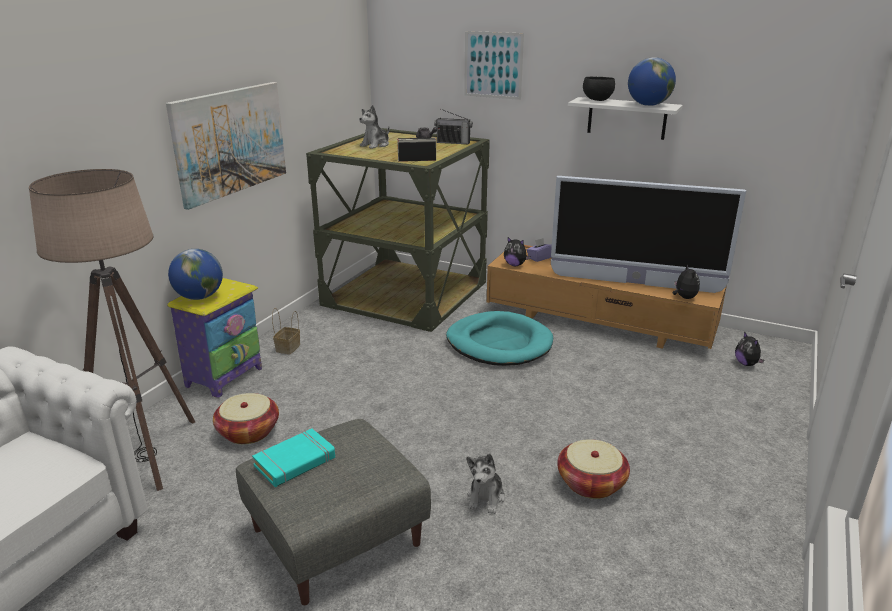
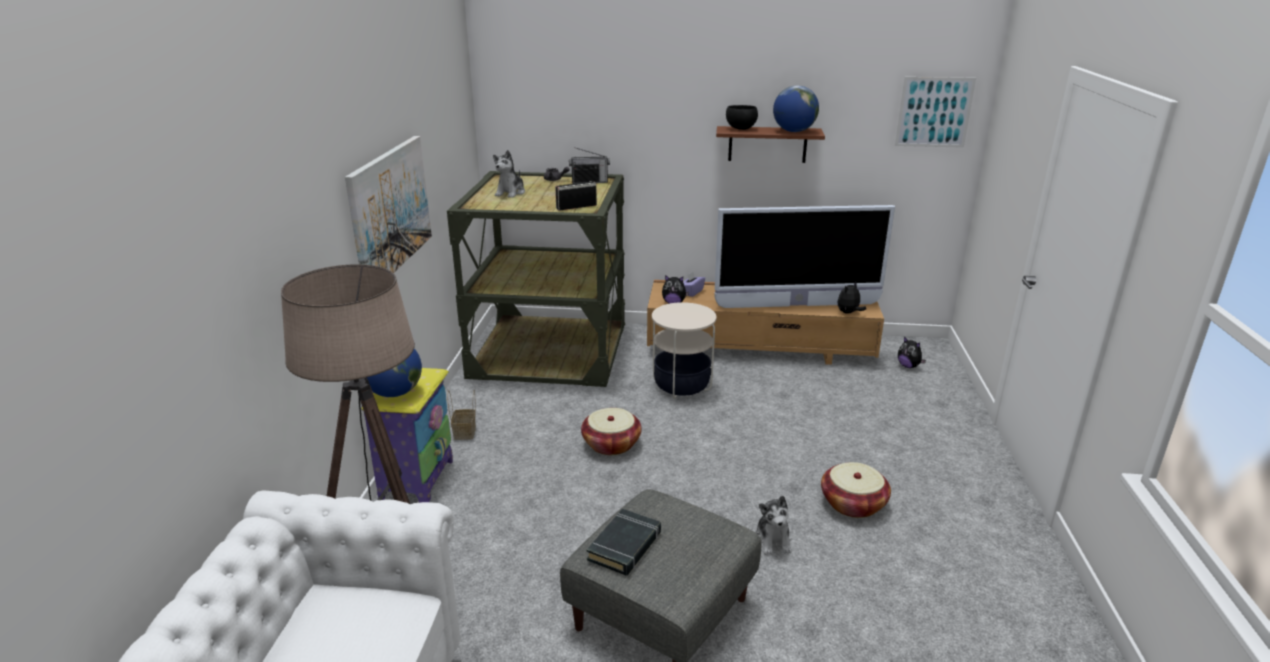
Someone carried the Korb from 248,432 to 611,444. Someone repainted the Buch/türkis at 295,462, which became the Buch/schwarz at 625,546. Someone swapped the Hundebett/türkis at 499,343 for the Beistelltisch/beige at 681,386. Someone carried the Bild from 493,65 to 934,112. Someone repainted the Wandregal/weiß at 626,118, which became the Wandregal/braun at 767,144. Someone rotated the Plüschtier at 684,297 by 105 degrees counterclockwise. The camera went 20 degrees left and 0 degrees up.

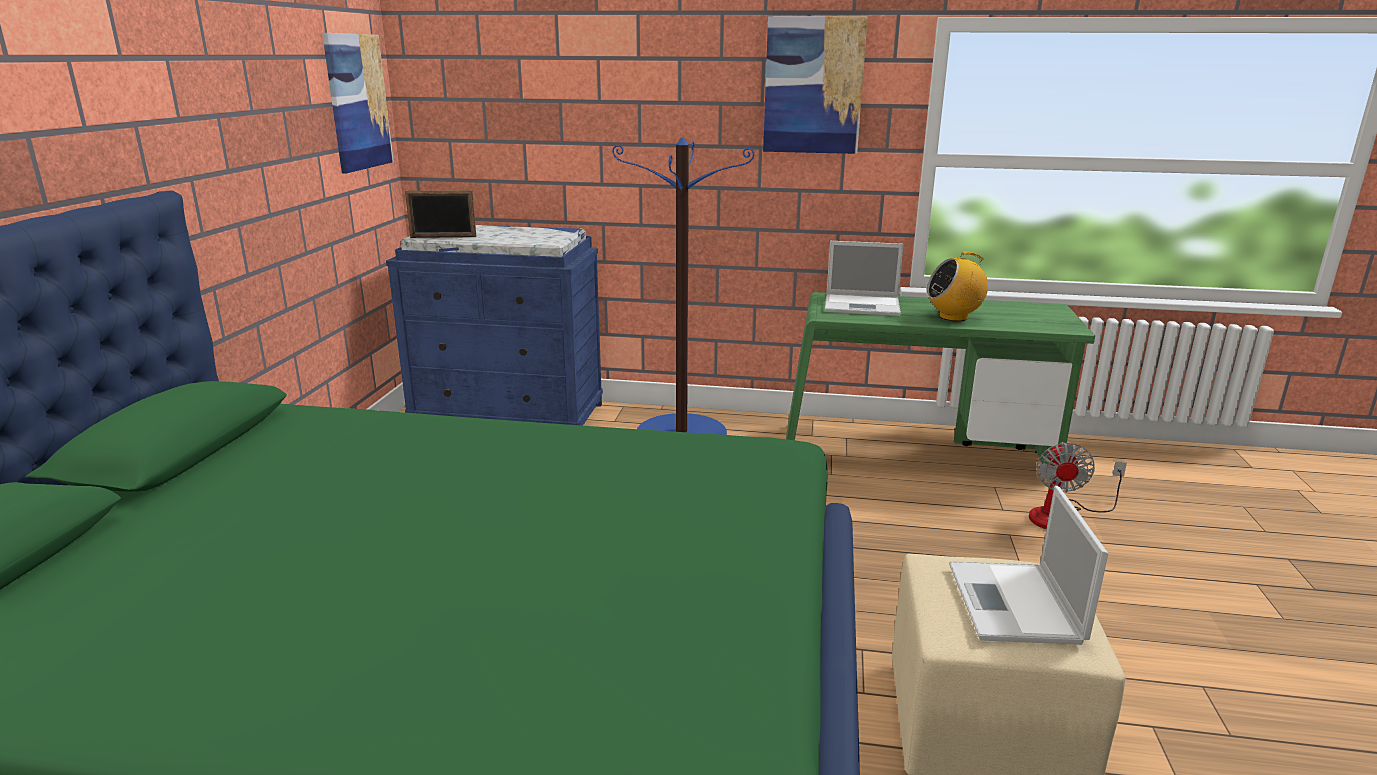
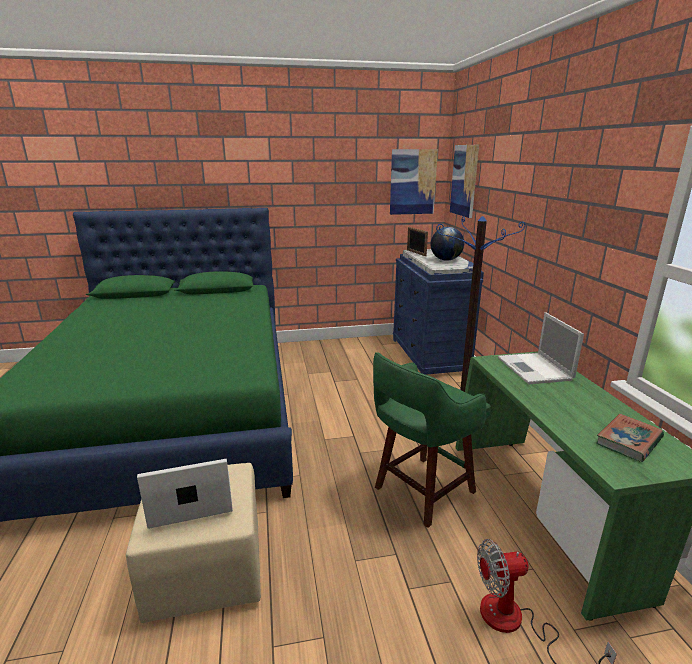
Someone carried the Bild from 813,86 to 464,180. Someone took away the Radio at 953,317. Someone put down the Hocker/grün at 421,492. Someone put down the Globus at 446,260. Someone put down the Buch at 628,441. The camera went 70 degrees right and 0 degrees up.

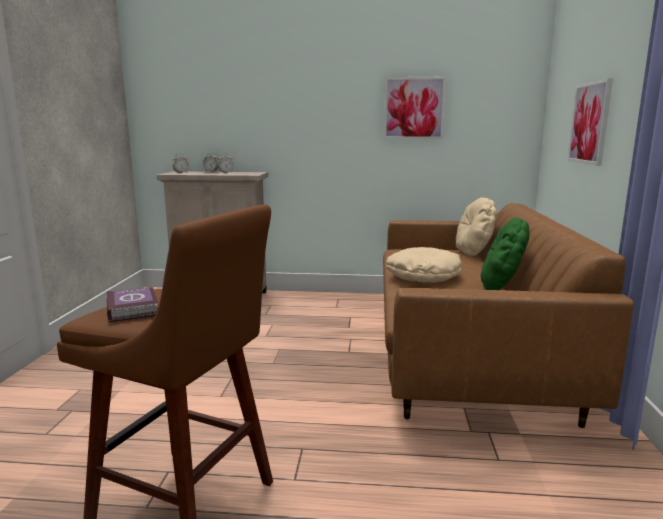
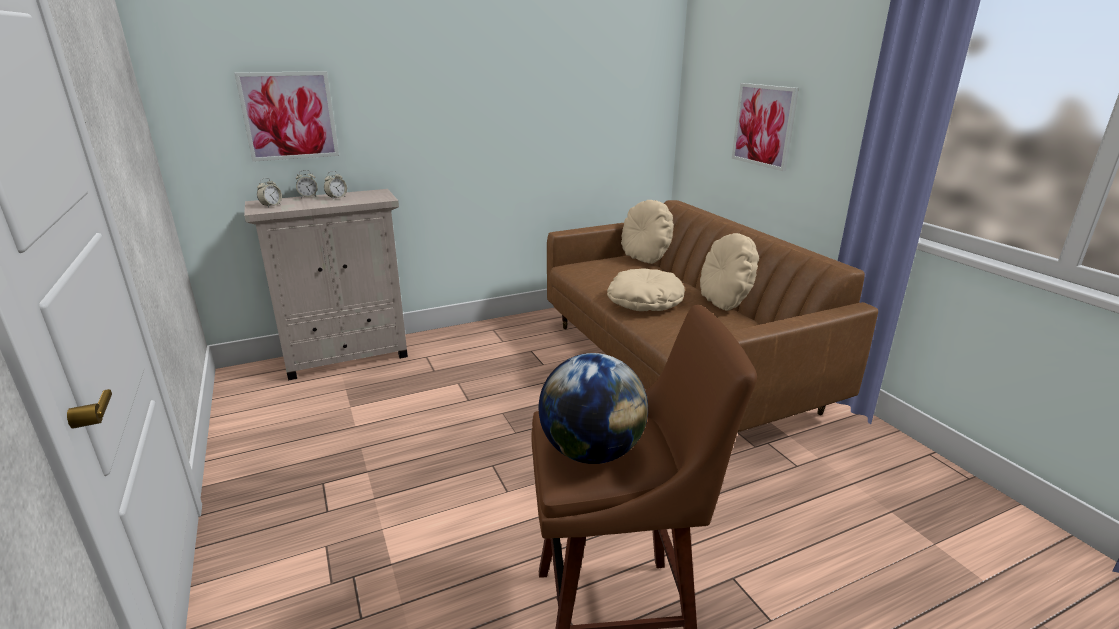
Someone swapped the Buch at 134,309 for the Globus at 591,452. Someone carried the Bild from 414,108 to 289,116. Someone repainted the Kissen/grün at 501,289, which became the Kissen/beige at 724,303. The camera went 30 degrees left and 10 degrees up.

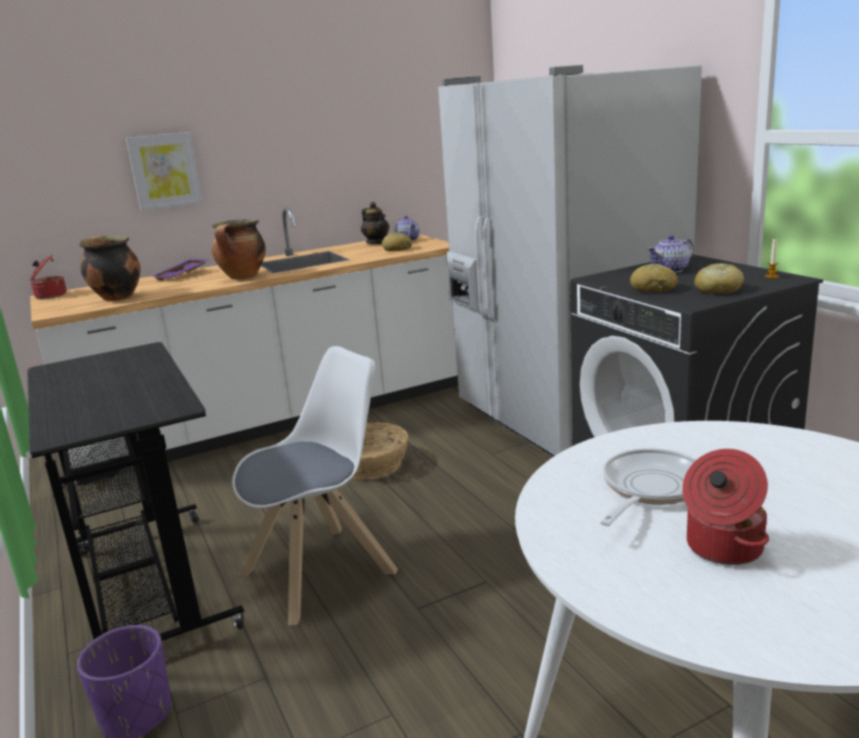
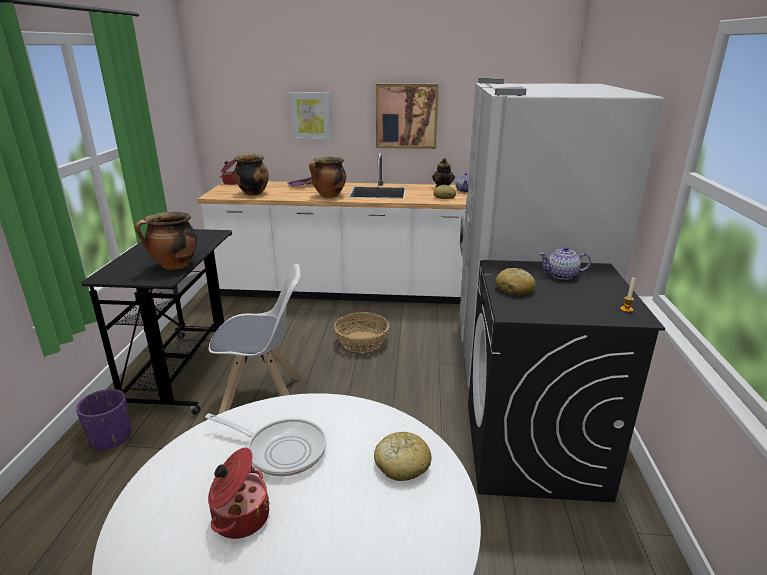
Someone rotated the Pfanne at 649,489 by 45 degrees clockwise. Someone carried the Brot from 718,289 to 401,464. Someone put down the Kochtopf at 174,266. Someone put up the Bild at 406,116. The camera went 30 degrees right and 5 degrees up.

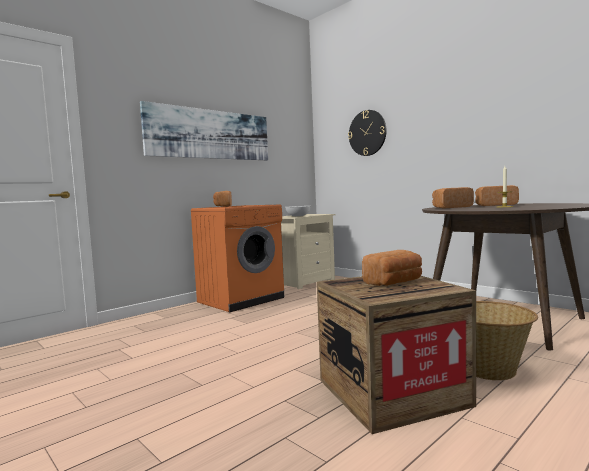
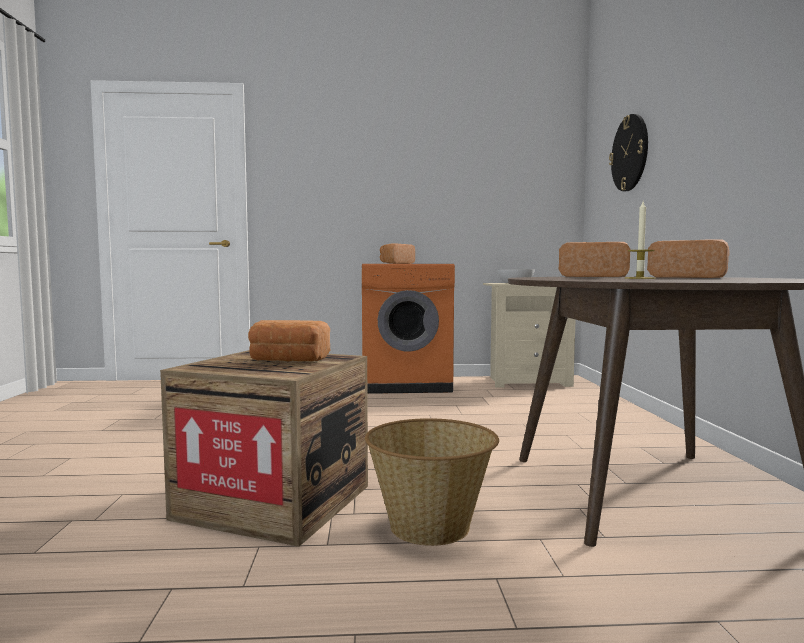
Someone took away the Bild at 210,134. The camera went 40 degrees right and 0 degrees up.

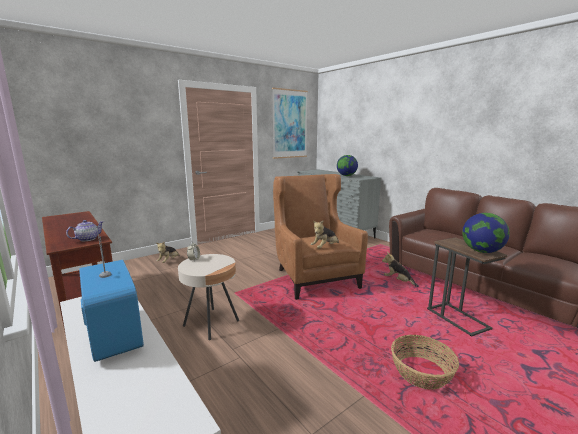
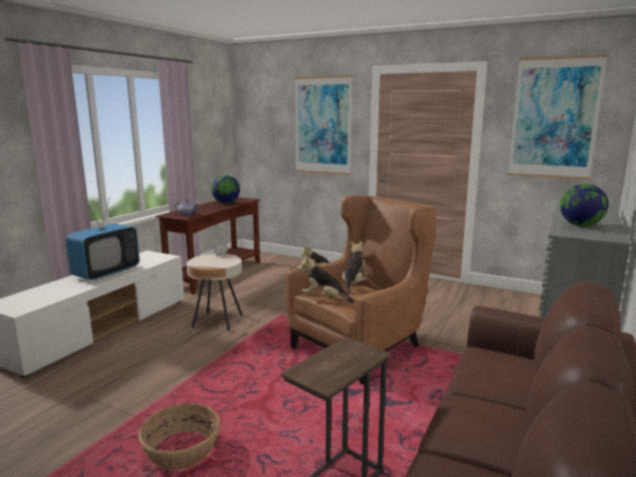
Someone carried the Plüschtier from 398,281 to 354,284. Someone carried the Globus from 482,251 to 226,203. Someone put up the Bild at 323,125. The camera went 65 degrees right and 0 degrees up.

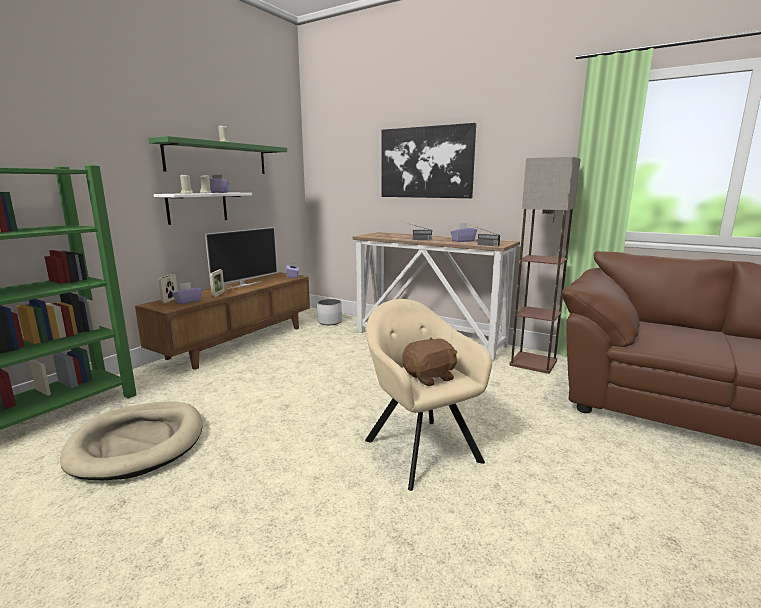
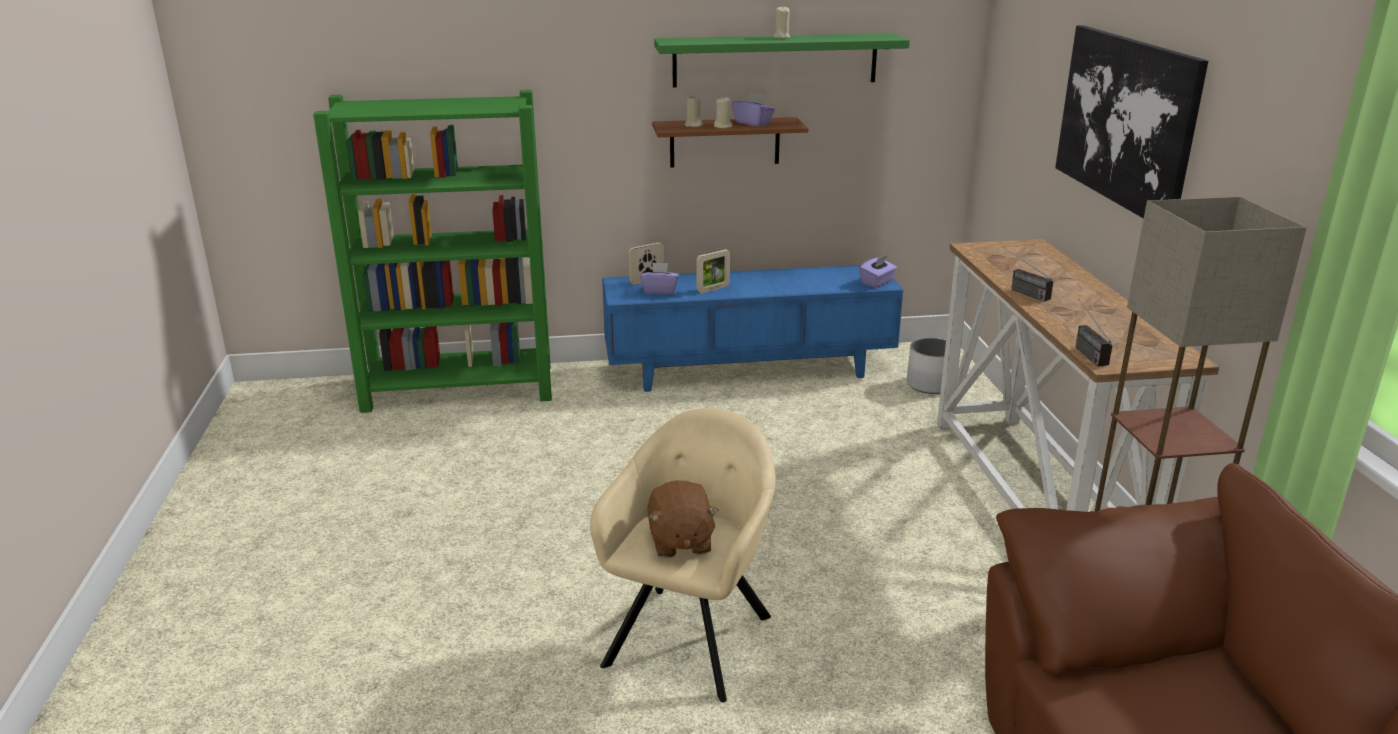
Someone took away the Hundebett/beige at 138,443. Someone repainted the Fernsehschrank/braun at 238,342, which became the Fernsehschrank/blau at 749,368. Someone repainted the Wandregal/weiß at 197,207, which became the Wandregal/braun at 724,142. Someone took away the Fernseher at 244,285. Someone rotated the Plüschtier/braun at 430,377 by 60 degrees clockwise. Someone took away the Taschentuchbox/lila at 463,241. The camera went 50 degrees right and 10 degrees up.

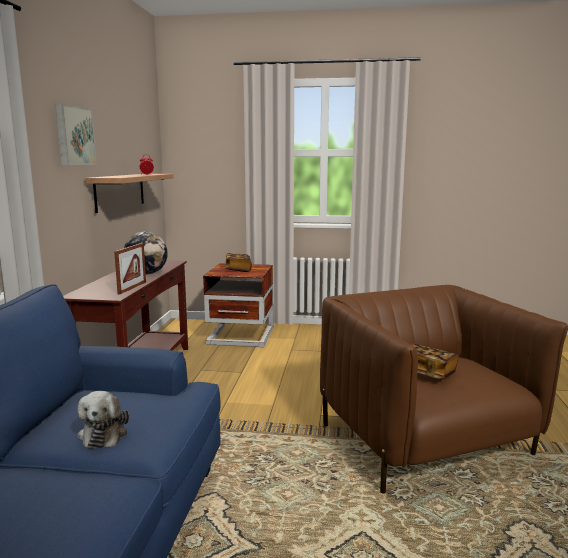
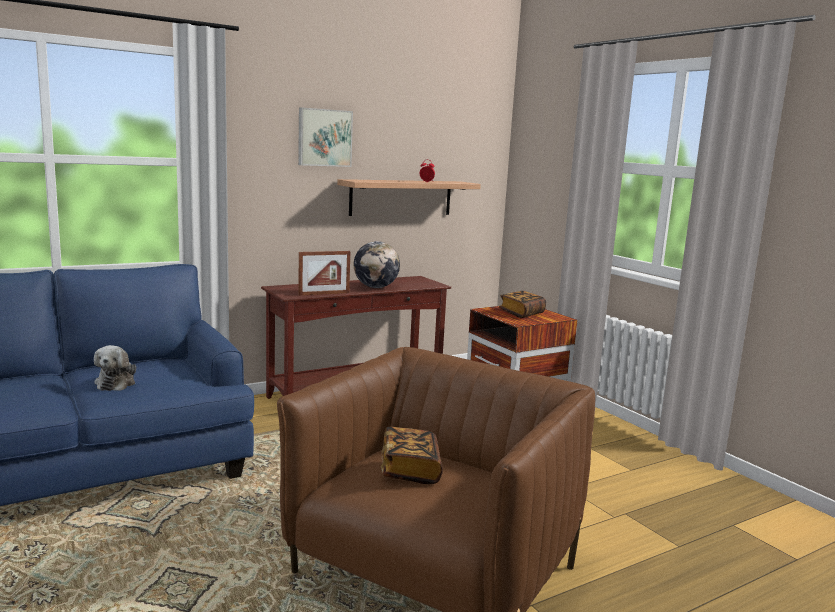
Someone rotated the Plüschtier at 104,433 by 45 degrees counterclockwise. The camera went 50 degrees right and 0 degrees up.

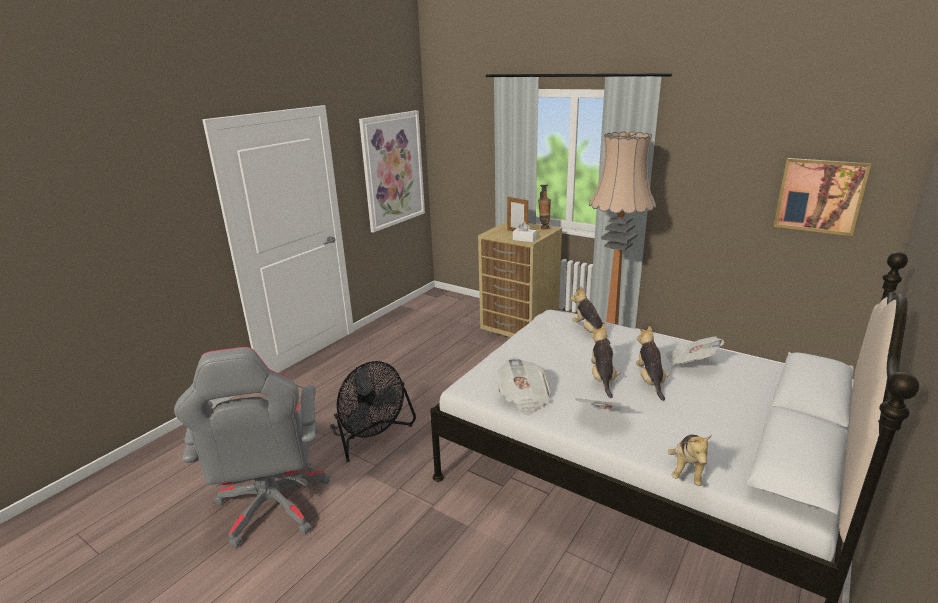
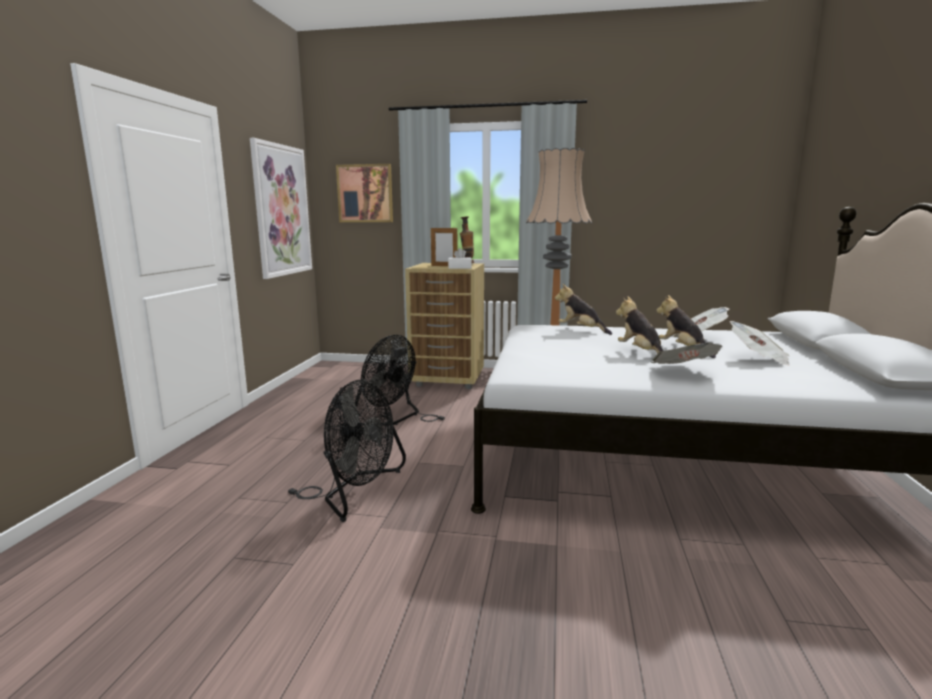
Someone took away the Bürostuhl/grau at 273,504. Someone carried the Zeitung from 523,398 to 759,359. Someone took away the Plüschtier at 687,470. Someone carried the Bild from 819,196 to 365,193. Someone put down the Ventilator/schwarz at 399,416. The camera went 25 degrees left and 10 degrees down.

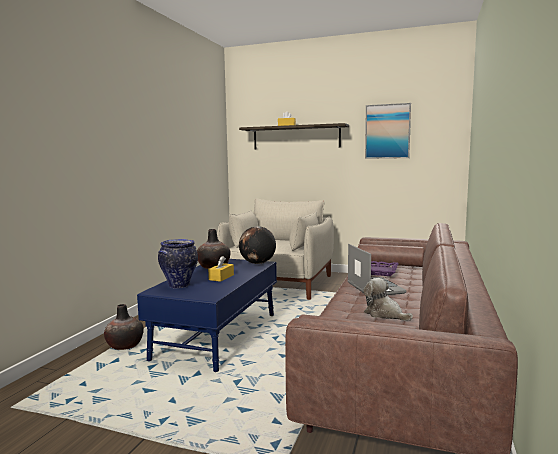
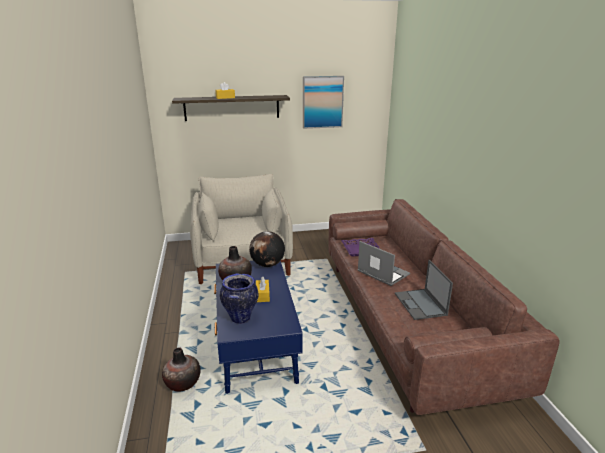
Someone swapped the Plüschtier at 384,314 for the Laptop at 420,304. The camera went 30 degrees left and 15 degrees up.

